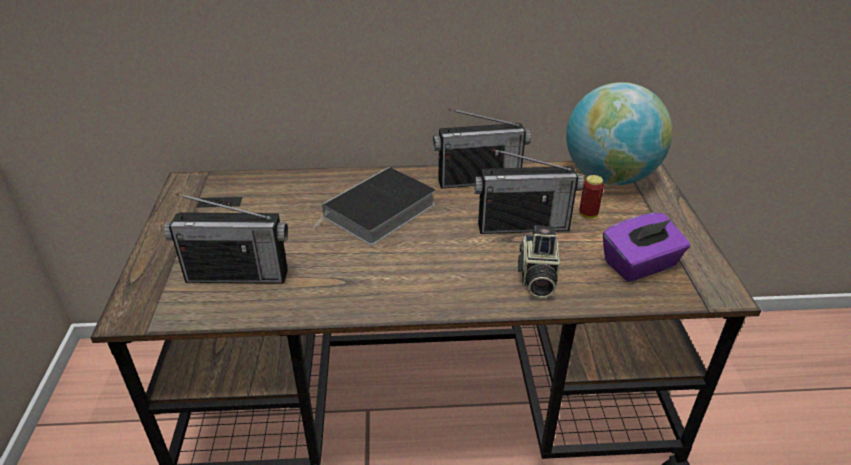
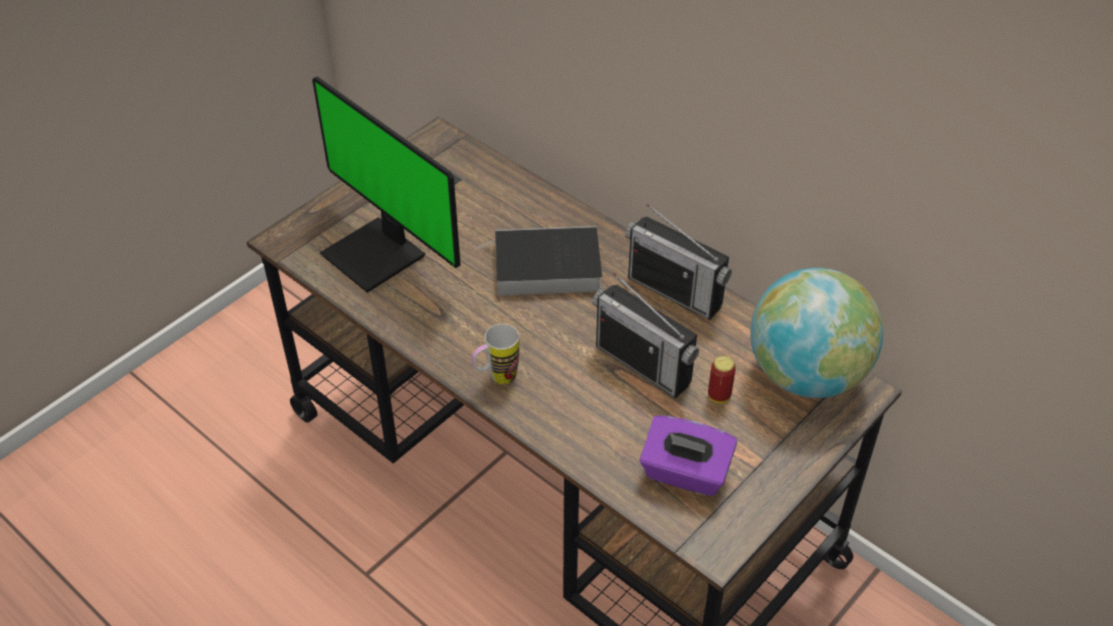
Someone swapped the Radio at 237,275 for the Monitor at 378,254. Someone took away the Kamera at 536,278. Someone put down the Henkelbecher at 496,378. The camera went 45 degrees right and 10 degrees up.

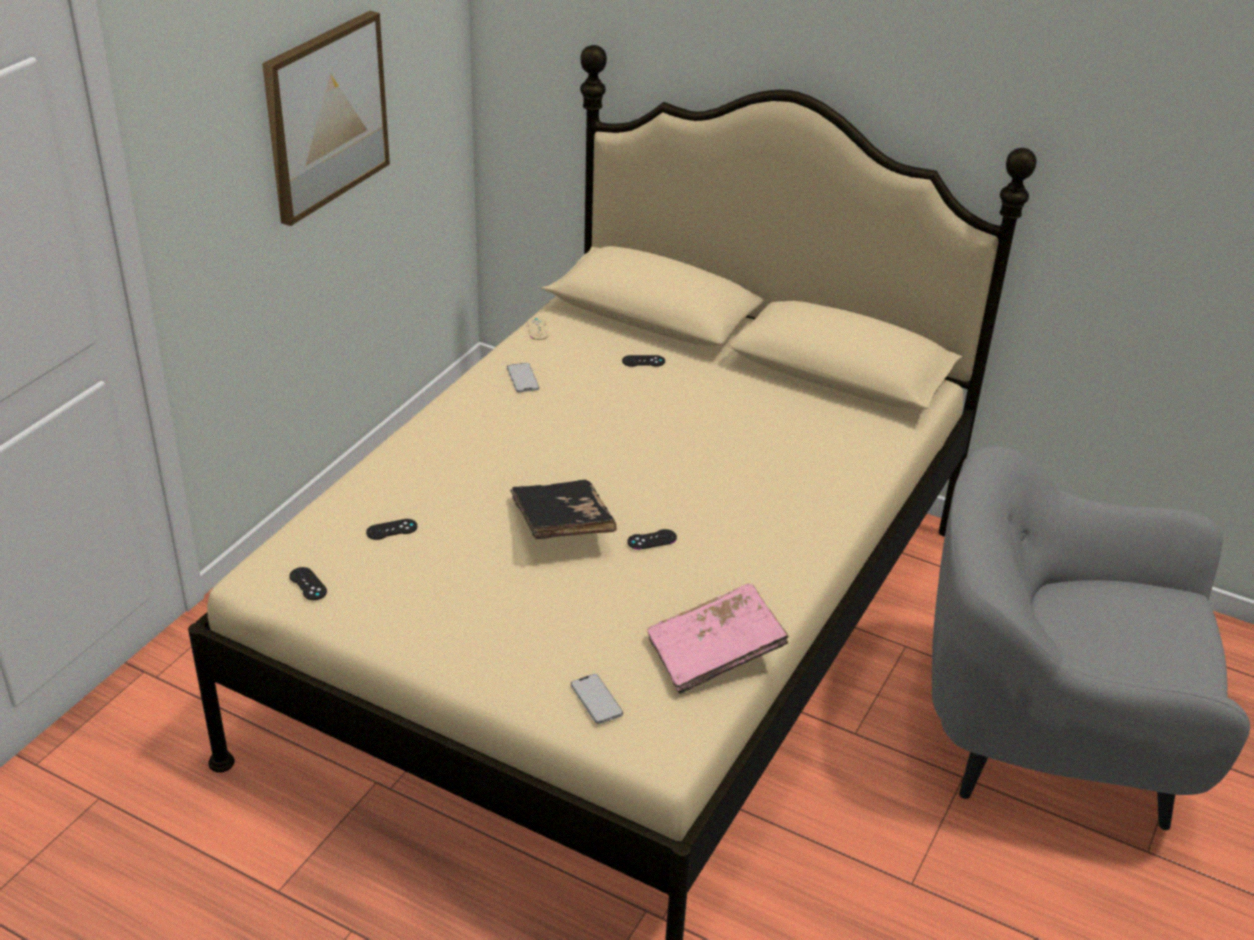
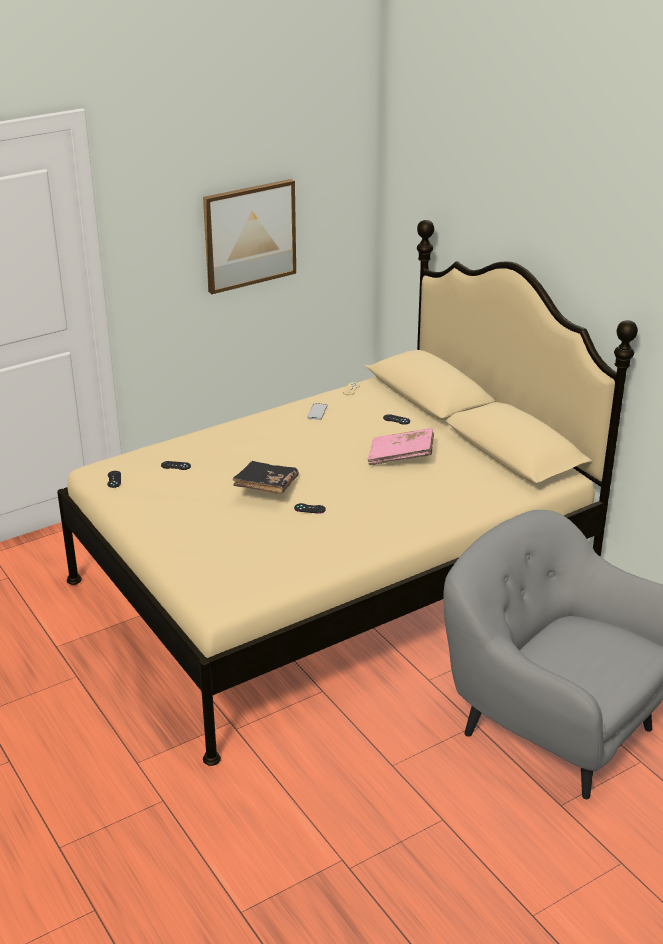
Someone took away the Handy at 596,700. Someone carried the Buch/rosa from 715,653 to 401,457. The camera went 30 degrees right and 5 degrees down.

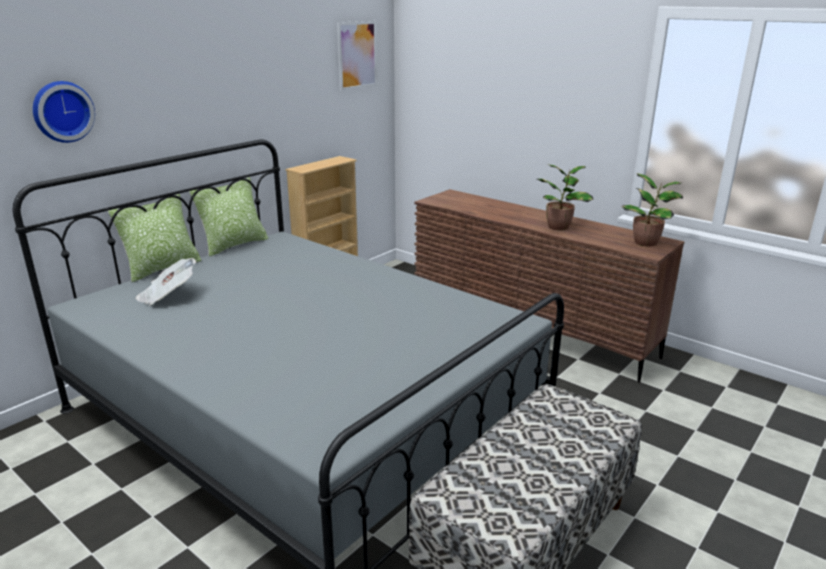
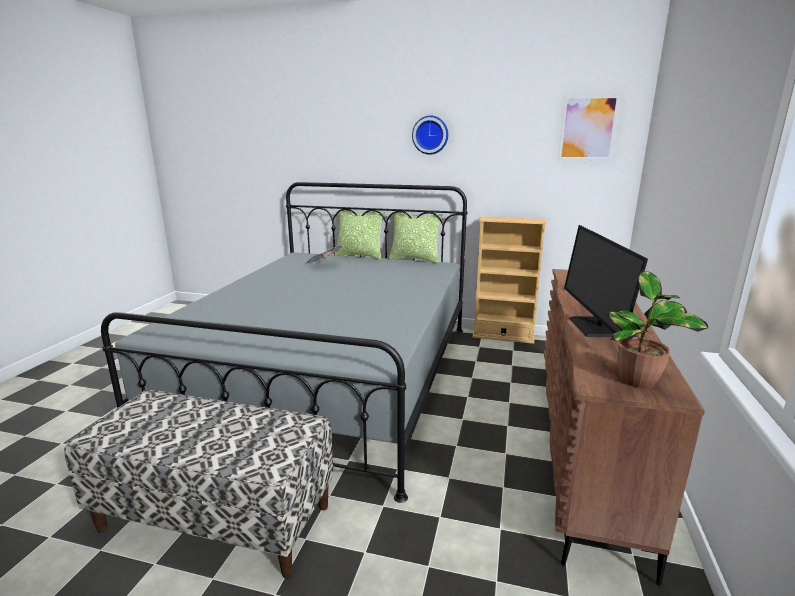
Someone carried the Wanduhr from 62,111 to 430,135. Someone swapped the Topfpflanze at 559,226 for the Monitor at 599,327. The camera went 65 degrees right and 5 degrees down.

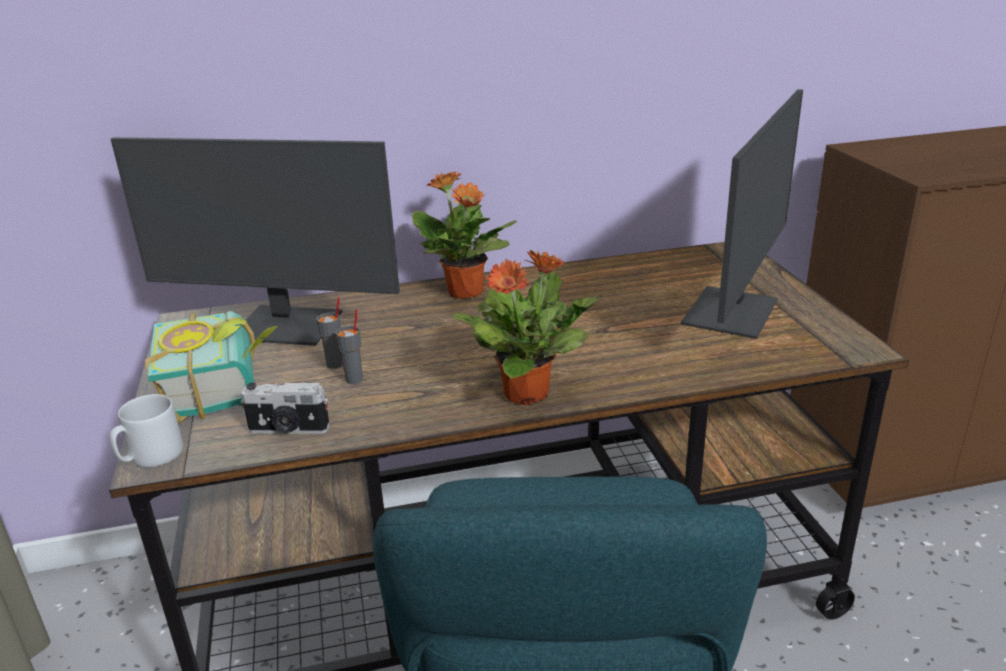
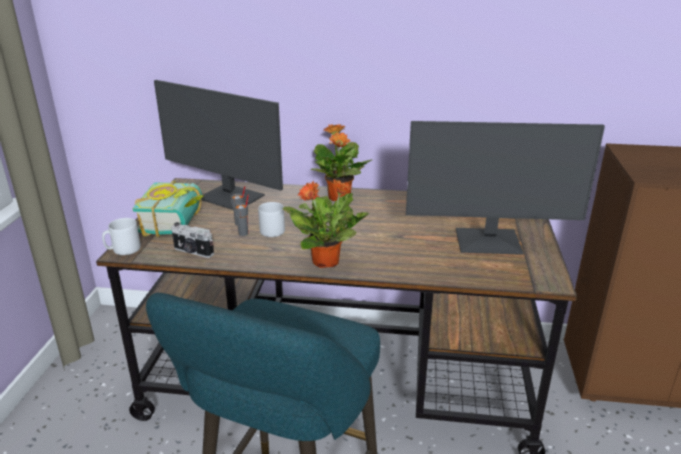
Someone rotated the Monitor at 733,312 by 45 degrees clockwise. Someone put down the Henkelbecher/grau at 271,230. The camera went 20 degrees right and 0 degrees up.

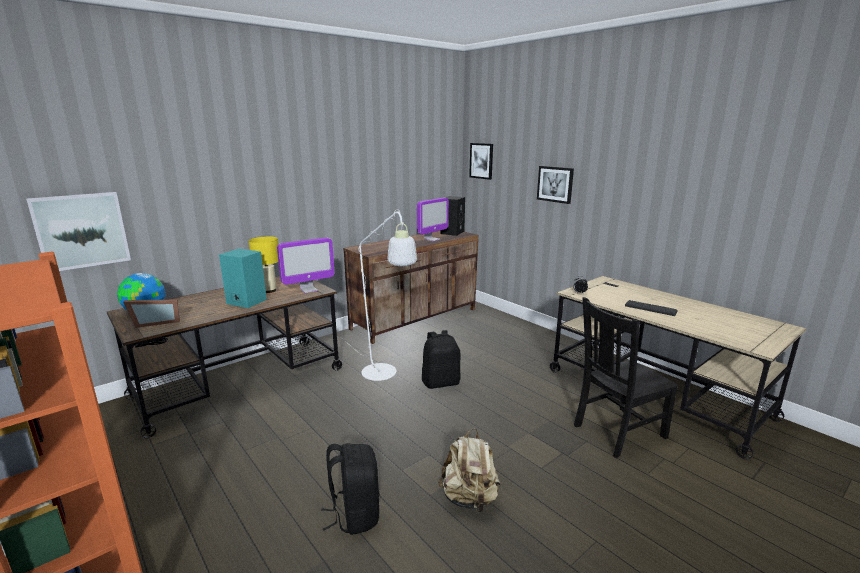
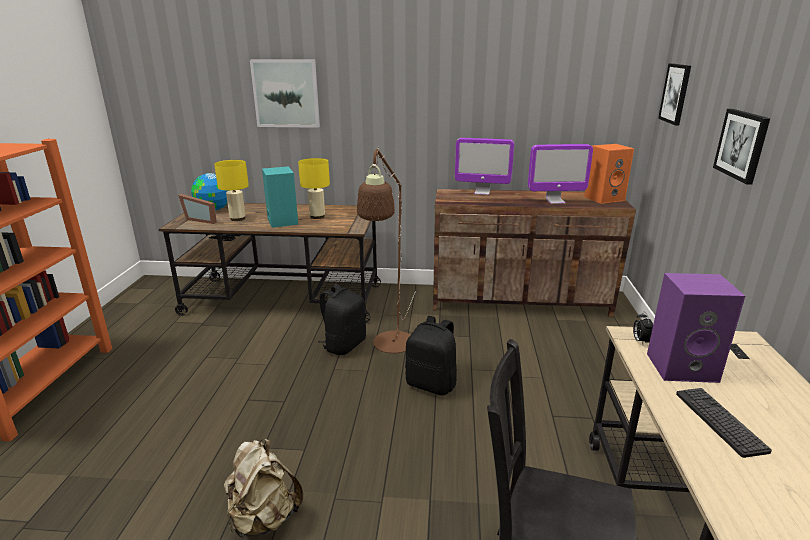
Someone carried the Bild from 81,230 to 286,93. Someone carried the Monitor from 308,290 to 482,192. Someone carried the Rucksack/schwarz from 354,514 to 344,345. Someone repainted the Stehlampe/weiß at 383,375, which became the Stehlampe/braun at 392,348. Someone repainted the Lautsprecher/schwarz at 452,232, which became the Lautsprecher/orange at 604,198. Someone put down the Tischlampe/gelb at 237,218. Someone put down the Lautsprecher/lila at 682,367. The camera went 45 degrees right and 5 degrees up.

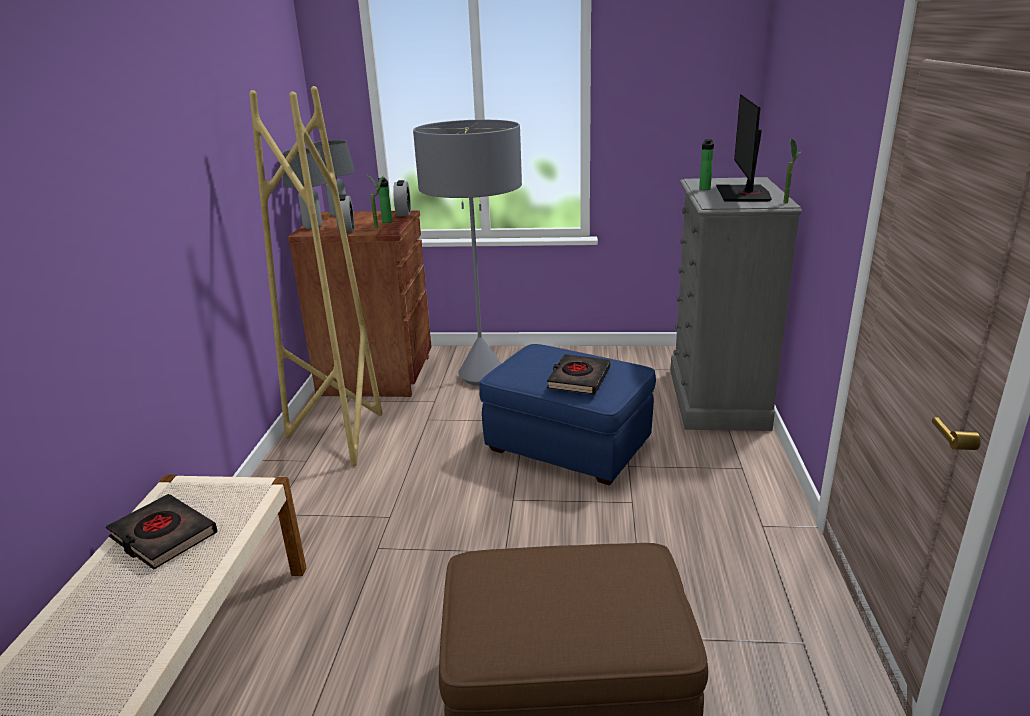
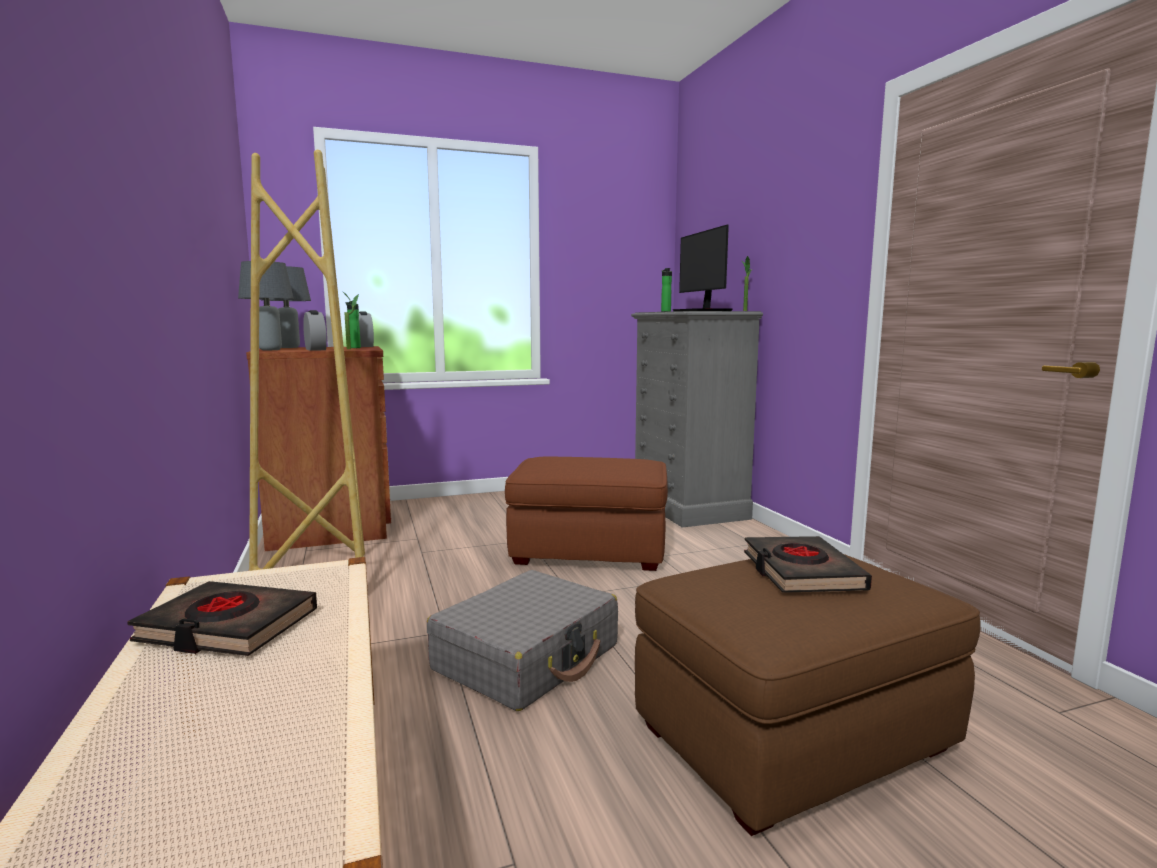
Someone took away the Stehlampe/grau at 482,377. Someone repainted the Polsterhocker/blau at 569,446, which became the Polsterhocker/braun at 590,551. Someone carried the Buch/schwarz from 578,379 to 801,572. Someone put down the Koffer/grau at 528,658. The camera went 25 degrees left and 15 degrees down.

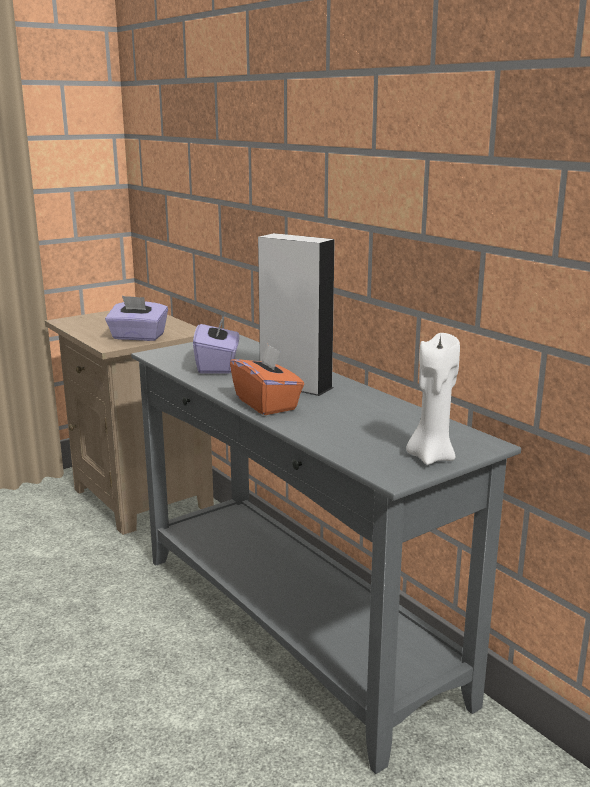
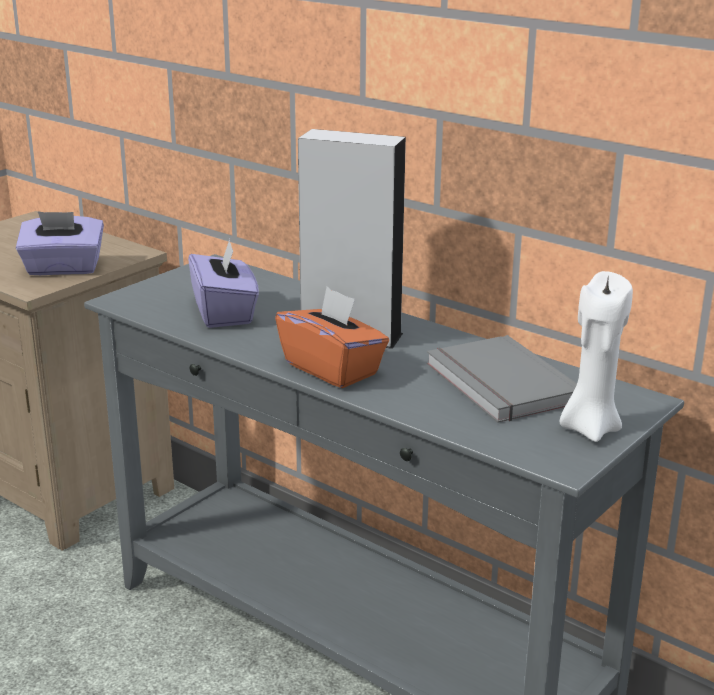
Someone put down the Buch/grau at 498,384. The camera went 15 degrees left and 5 degrees up.

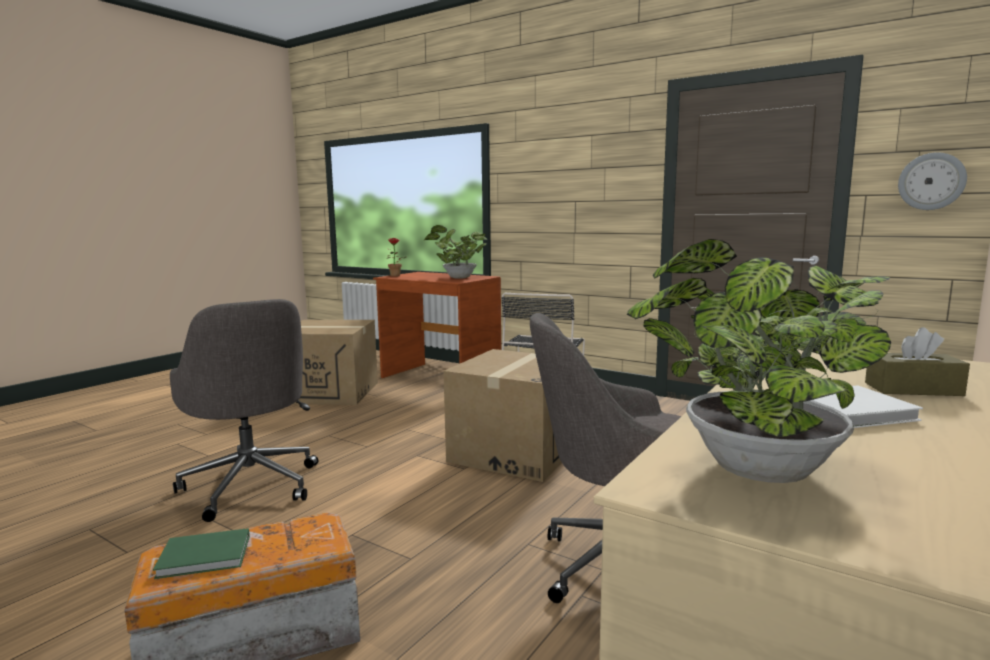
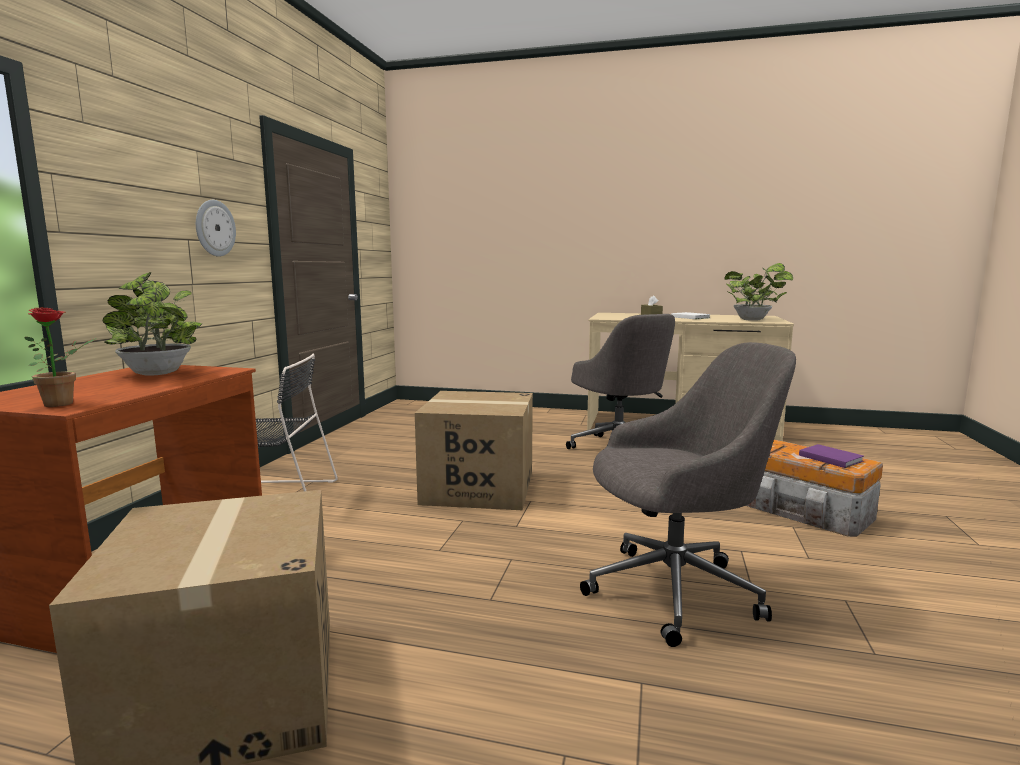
Someone repainted the Buch/grün at 207,557, which became the Buch/lila at 829,458. Someone rotated the Bürostuhl/grau at 252,487 by 45 degrees clockwise. Someone carried the Wanduhr from 931,181 to 214,228. The camera went 110 degrees left and 0 degrees up.

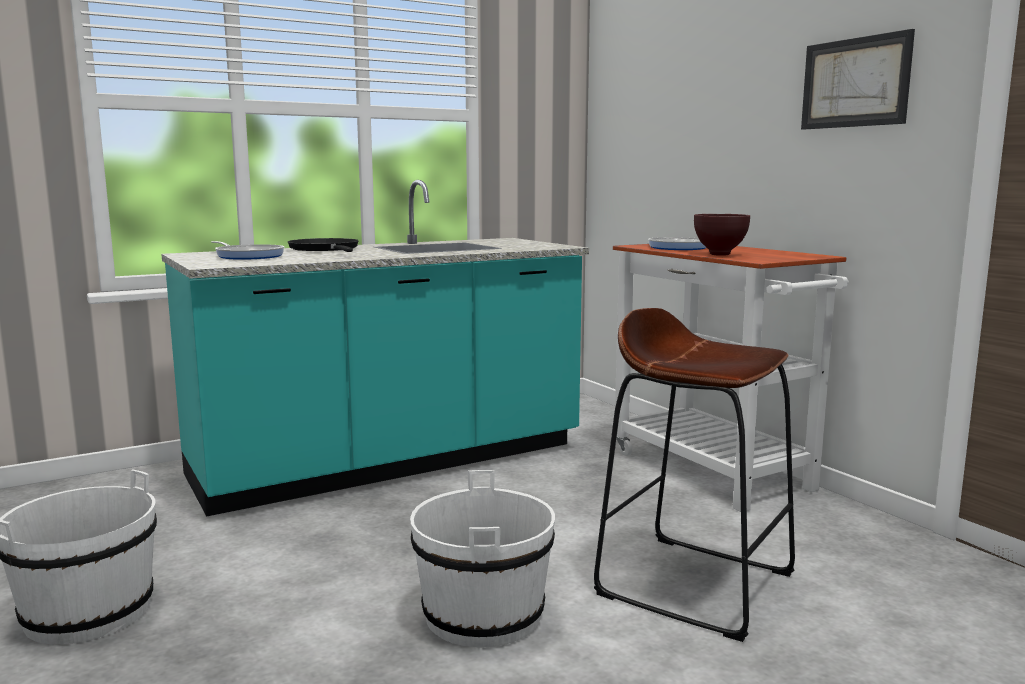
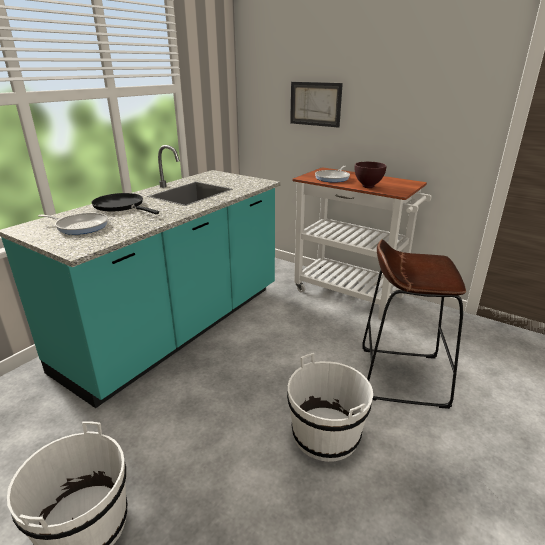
Someone carried the Bild from 855,83 to 315,104. The camera went 25 degrees left and 15 degrees up.

